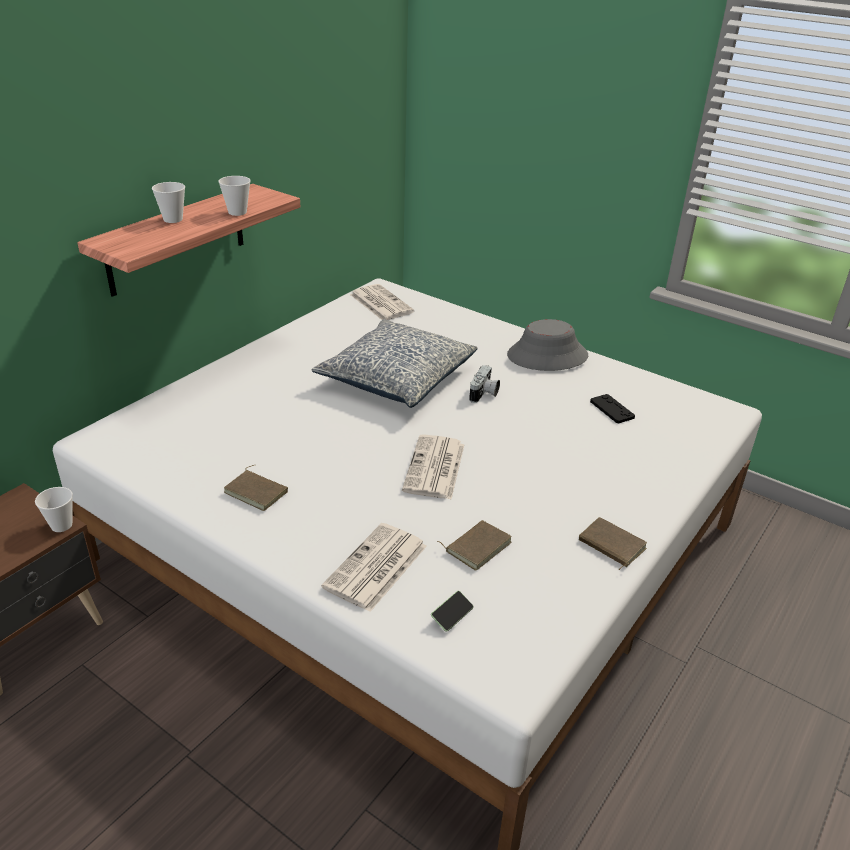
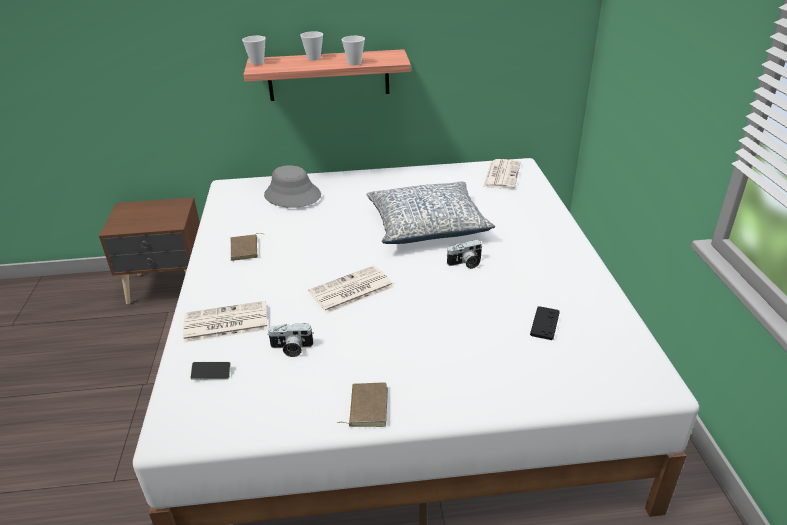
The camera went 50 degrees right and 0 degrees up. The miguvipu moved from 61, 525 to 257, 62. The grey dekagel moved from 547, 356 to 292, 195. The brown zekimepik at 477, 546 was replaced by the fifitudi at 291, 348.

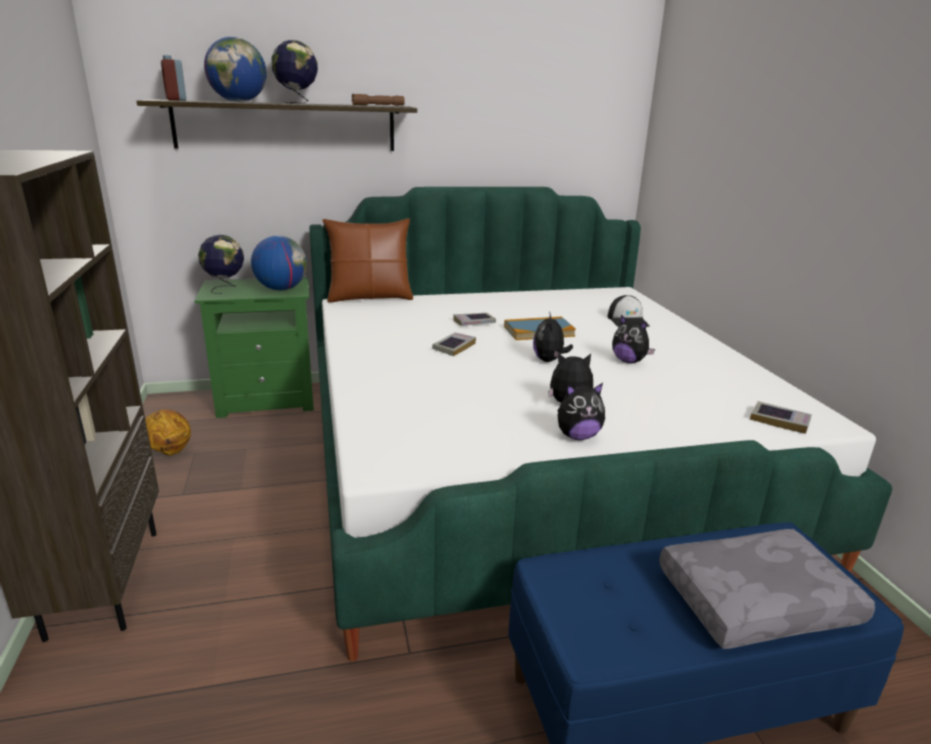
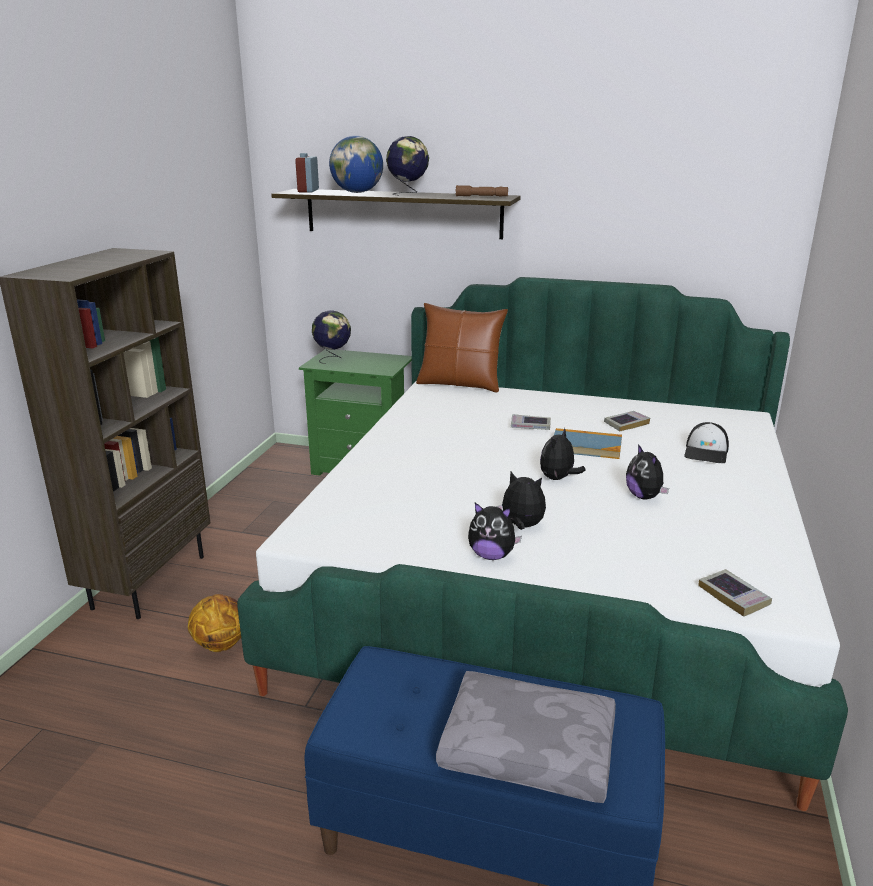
The camera went 30 degrees right and 0 degrees up. The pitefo moved from 169, 451 to 221, 644. The zekimepik moved from 454, 347 to 626, 424. The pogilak at 281, 289 disappeared.

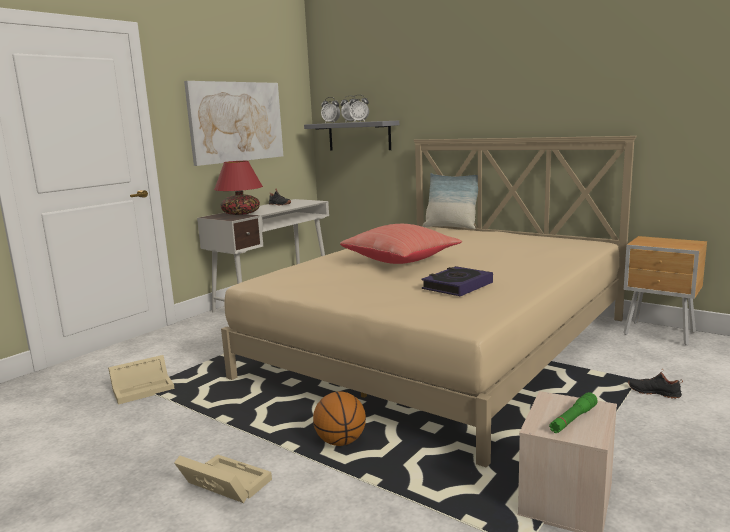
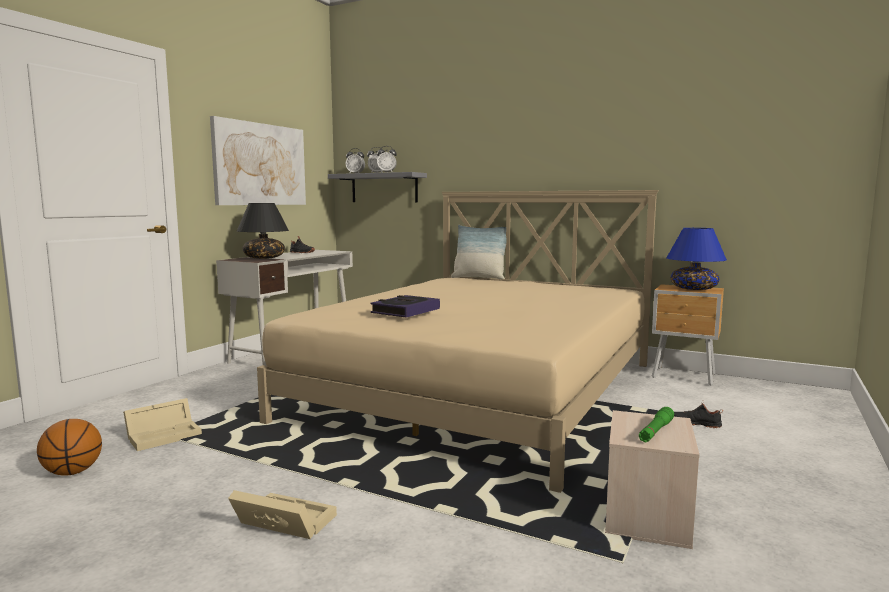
The camera went 10 degrees left and 5 degrees down. The pitefo moved from 341, 441 to 73, 472. The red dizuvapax at 241, 213 became the black dizuvapax at 264, 258. The zekimepik moved from 457, 286 to 405, 311. The blue dizuvapax at 694, 289 appeared. The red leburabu at 401, 261 disappeared.

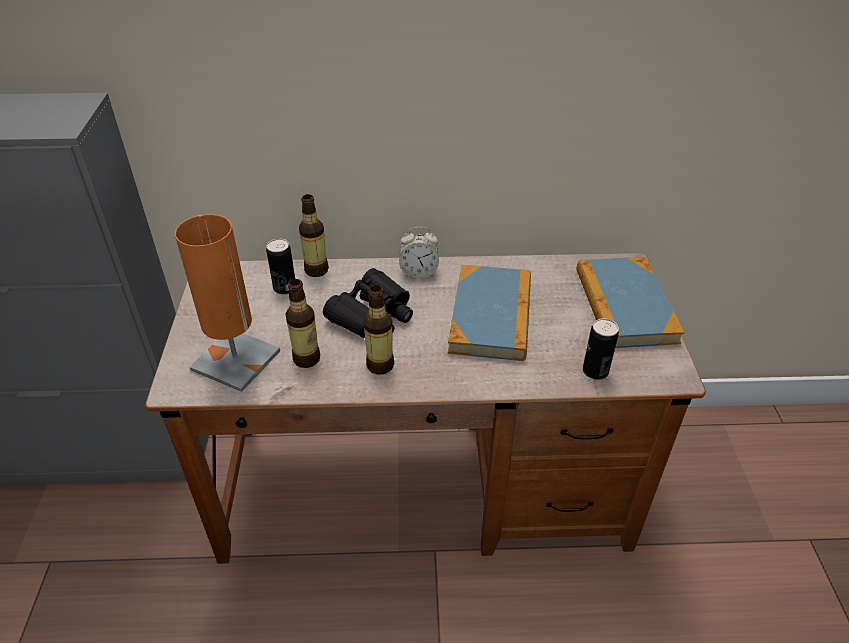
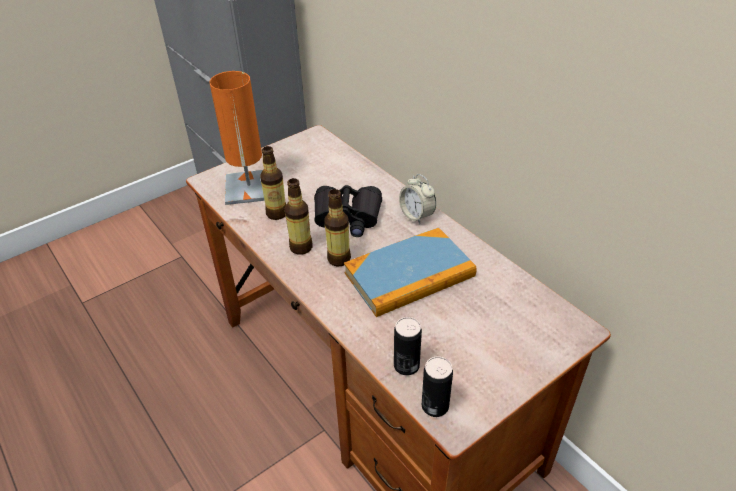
The camera went 55 degrees right and 0 degrees up. The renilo moved from 316, 270 to 339, 259. The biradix moved from 285, 288 to 435, 406. The zekimepik at 625, 306 disappeared.

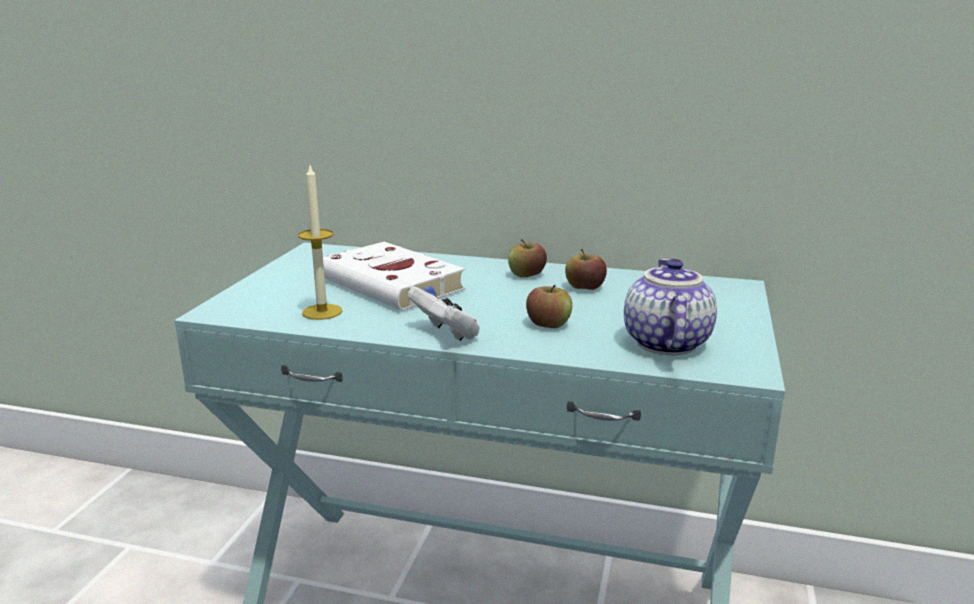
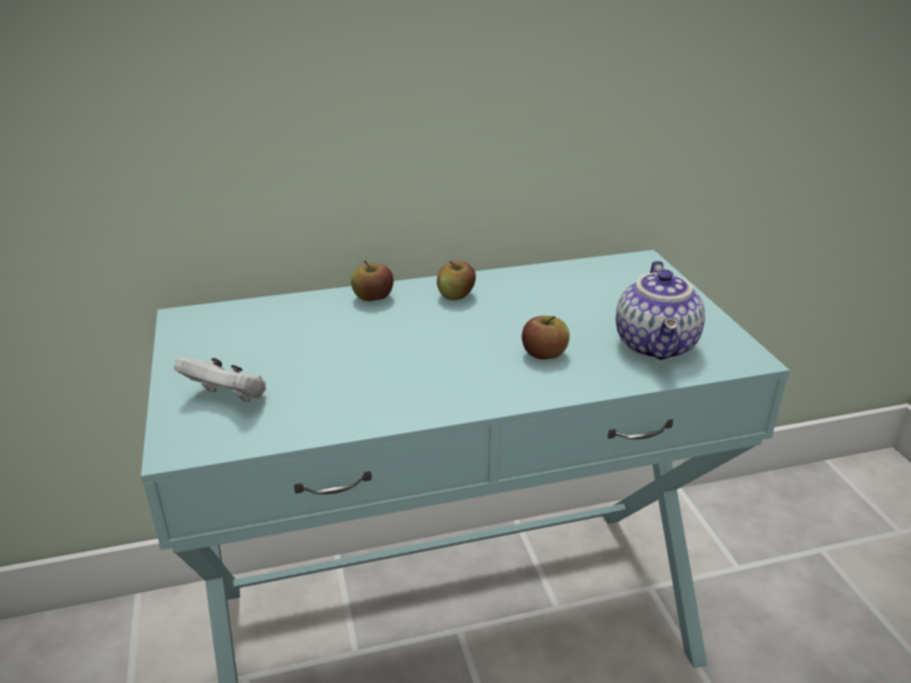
The camera went 30 degrees left and 10 degrees up. The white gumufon moved from 446, 334 to 228, 398. The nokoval moved from 584, 288 to 373, 298. The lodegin at 664, 343 turned 150 degrees counterclockwise. The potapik at 322, 312 disappeared. The white zekimepik at 395, 285 disappeared.

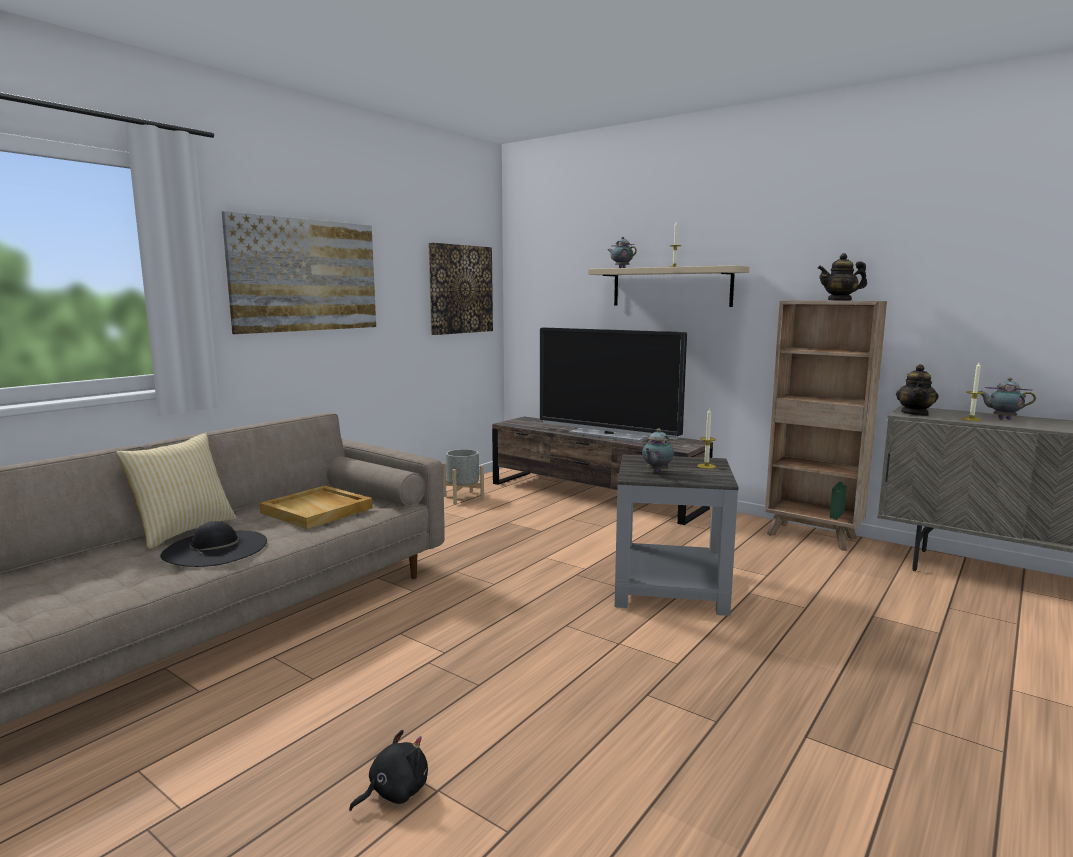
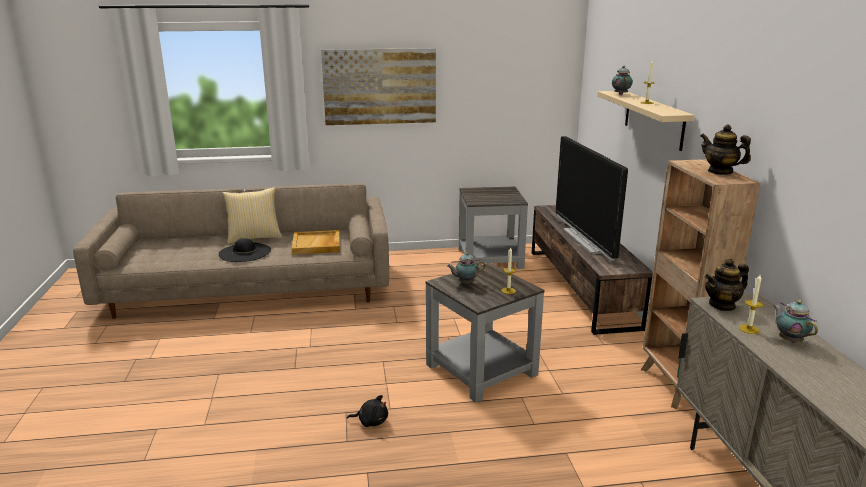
The camera went 45 degrees right and 10 degrees up. The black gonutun moved from 394, 792 to 371, 421. The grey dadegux at 463, 498 was replaced by the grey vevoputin at 490, 258. The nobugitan at 460, 289 disappeared.

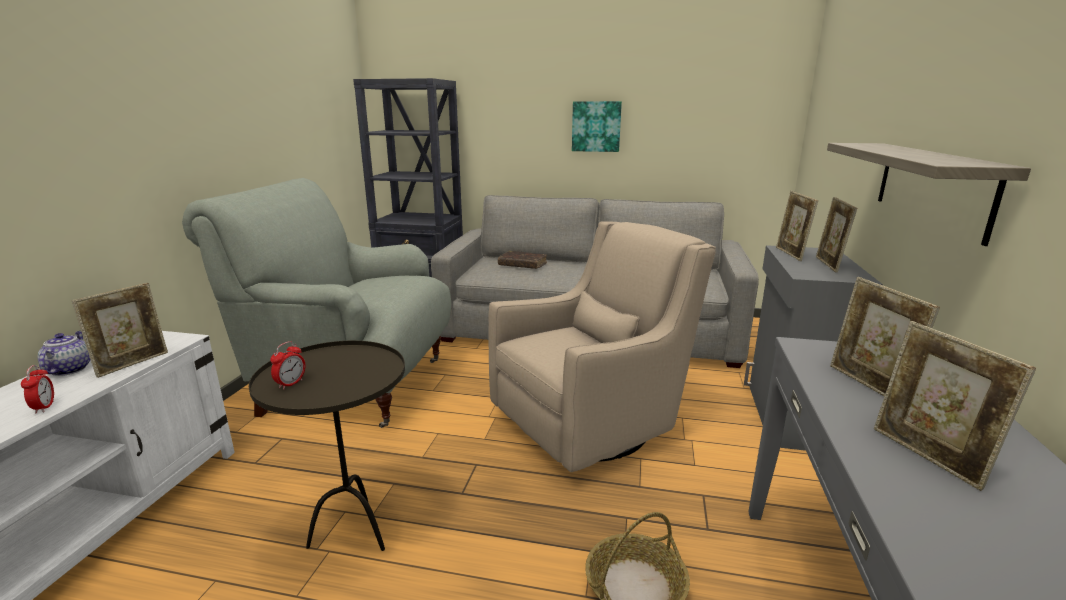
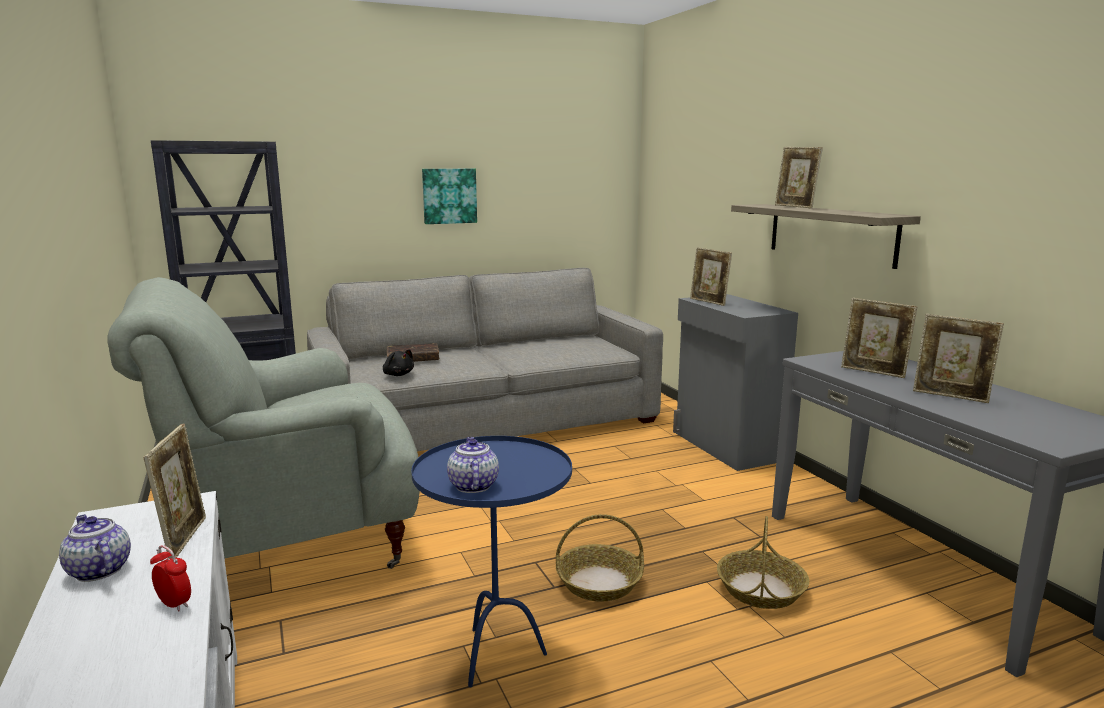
The camera went 35 degrees left and 5 degrees down. The black gonutun at 398, 374 appeared. The brown vevoputin at 353, 531 became the blue vevoputin at 496, 655. The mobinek at 291, 384 was replaced by the lodegin at 472, 485. The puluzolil at 599, 582 appeared. The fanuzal moved from 829, 265 to 795, 207. The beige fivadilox at 593, 424 disappeared.

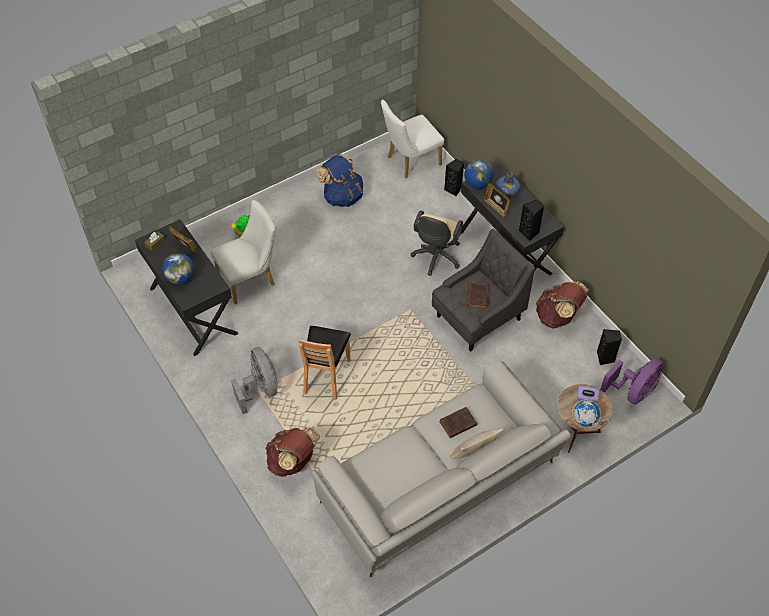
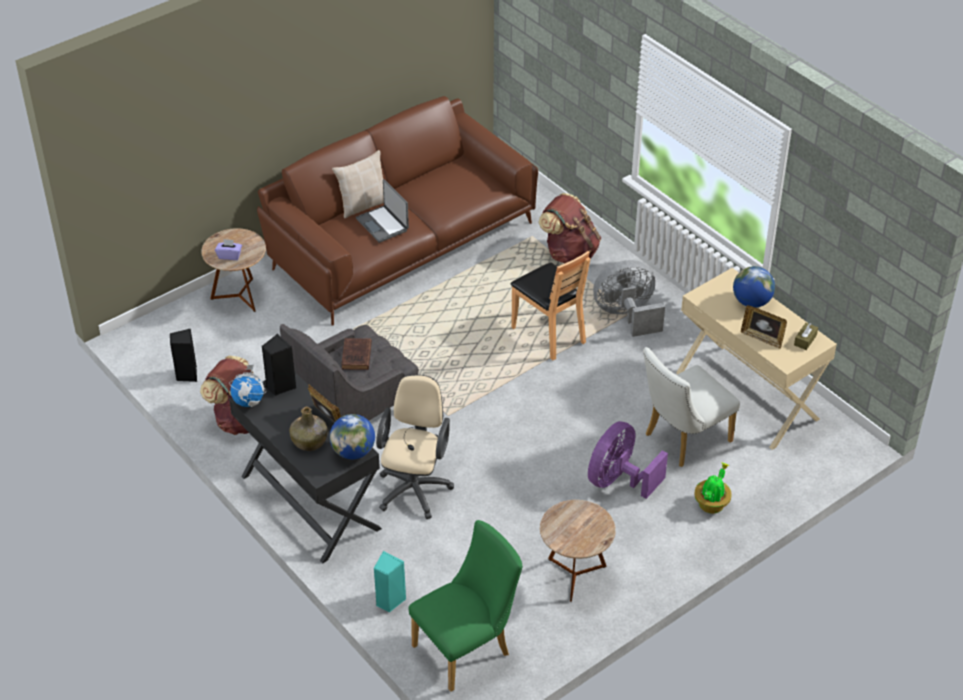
The camera went 175 degrees right and 10 degrees down. The pogilak moved from 584, 420 to 249, 401. The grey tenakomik at 439, 486 became the brown tenakomik at 401, 243. The blue renilo at 506, 193 became the green renilo at 310, 441. The brown zekimepik at 457, 424 was replaced by the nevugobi at 383, 224. The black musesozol at 454, 189 became the turquoise musesozol at 389, 601. The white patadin at 410, 162 became the green patadin at 467, 648. The brown patadin at 326, 376 turned 135 degrees clockwise. The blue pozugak at 342, 196 was replaced by the brown vevoputin at 574, 576. The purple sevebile moved from 633, 392 to 619, 480. The grey sevebile at 260, 389 turned 105 degrees clockwise. The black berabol at 192, 311 became the beige berabol at 748, 395.

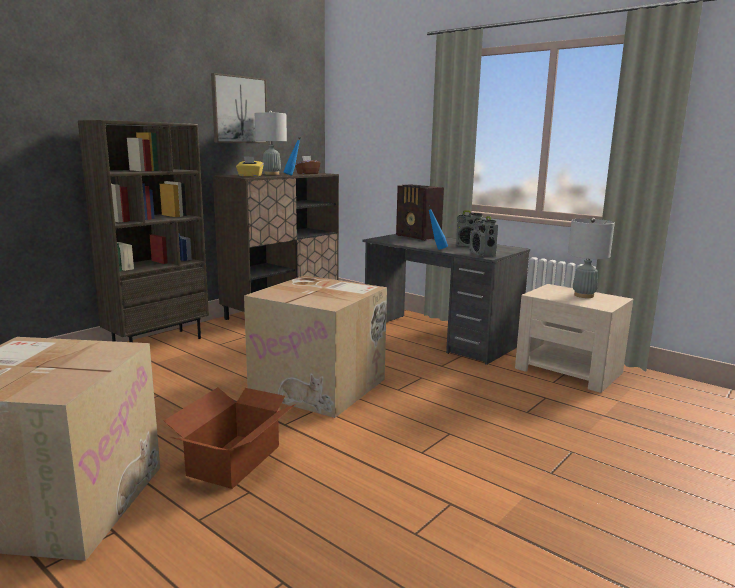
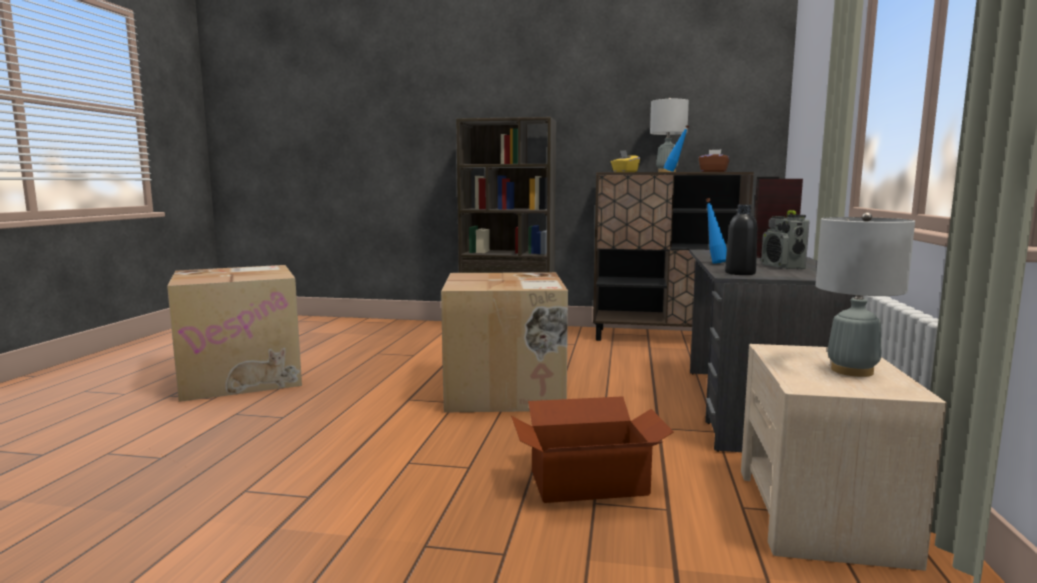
The camera went 60 degrees right and 5 degrees down. The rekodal moved from 236, 460 to 590, 483. The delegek at 482, 254 was replaced by the black renilo at 740, 273. The nobugitan at 239, 110 disappeared.

